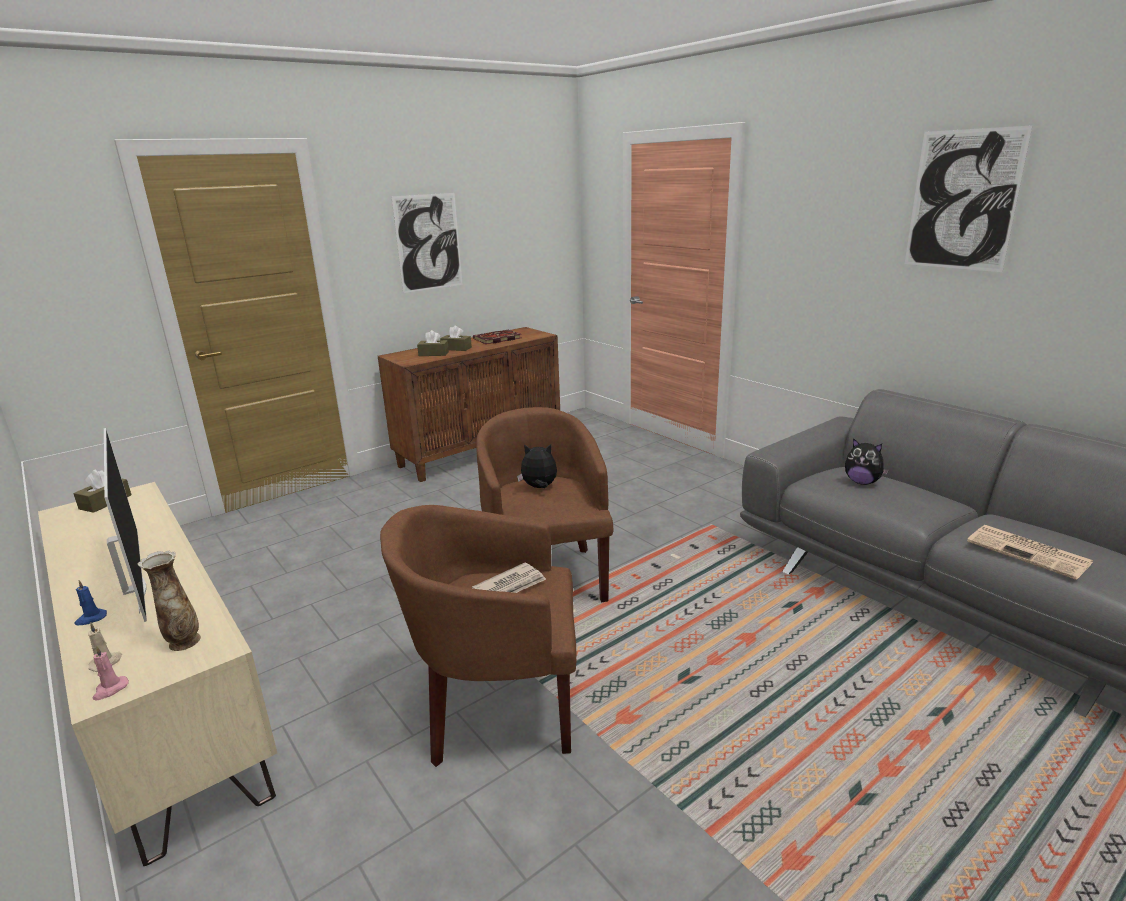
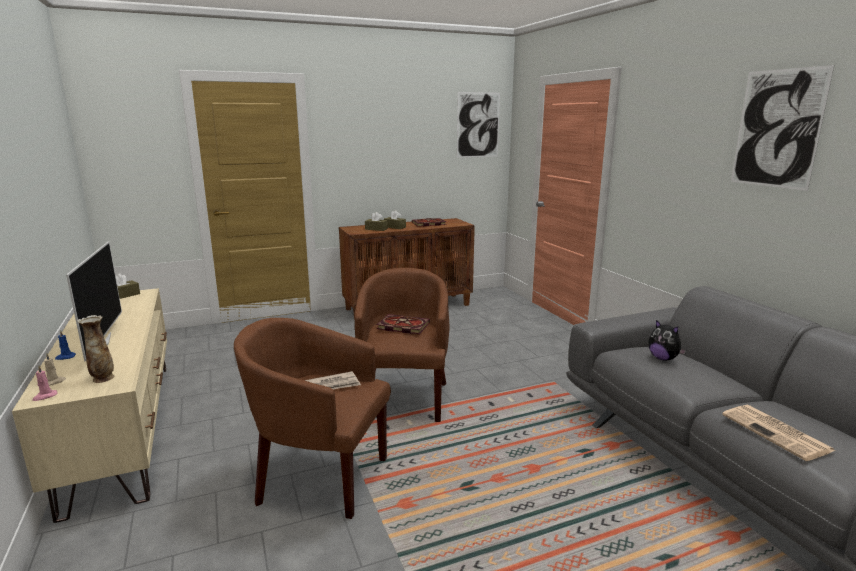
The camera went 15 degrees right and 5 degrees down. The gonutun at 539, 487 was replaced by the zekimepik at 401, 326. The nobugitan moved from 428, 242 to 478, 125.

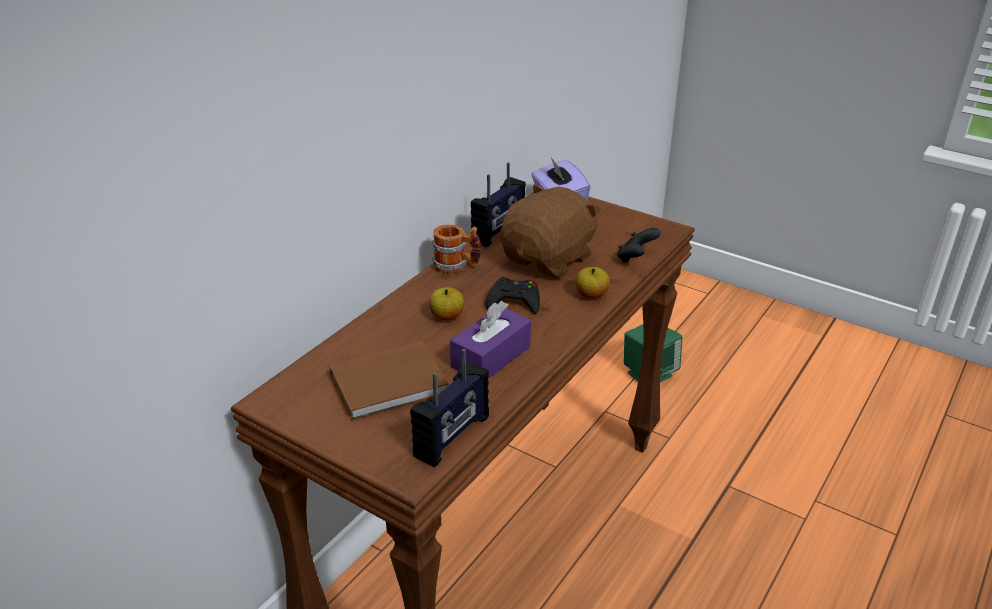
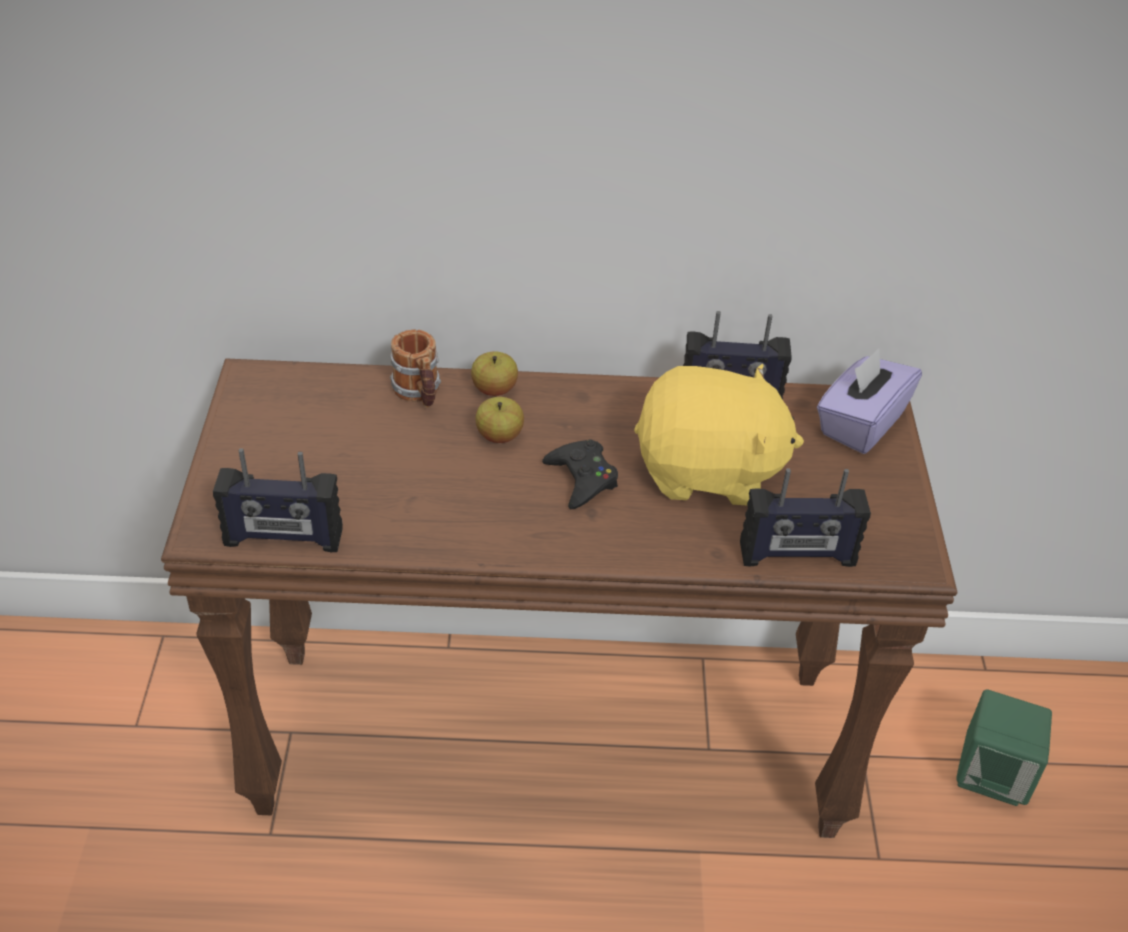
The camera went 55 degrees right and 10 degrees up. The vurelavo moved from 457, 266 to 419, 393. The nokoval moved from 591, 295 to 494, 389. The brown gonutun at 549, 259 became the yellow gonutun at 708, 471. The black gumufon at 635, 258 was replaced by the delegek at 797, 555. The brown zekimepik at 392, 384 disappeared. The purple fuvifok at 491, 357 disappeared.

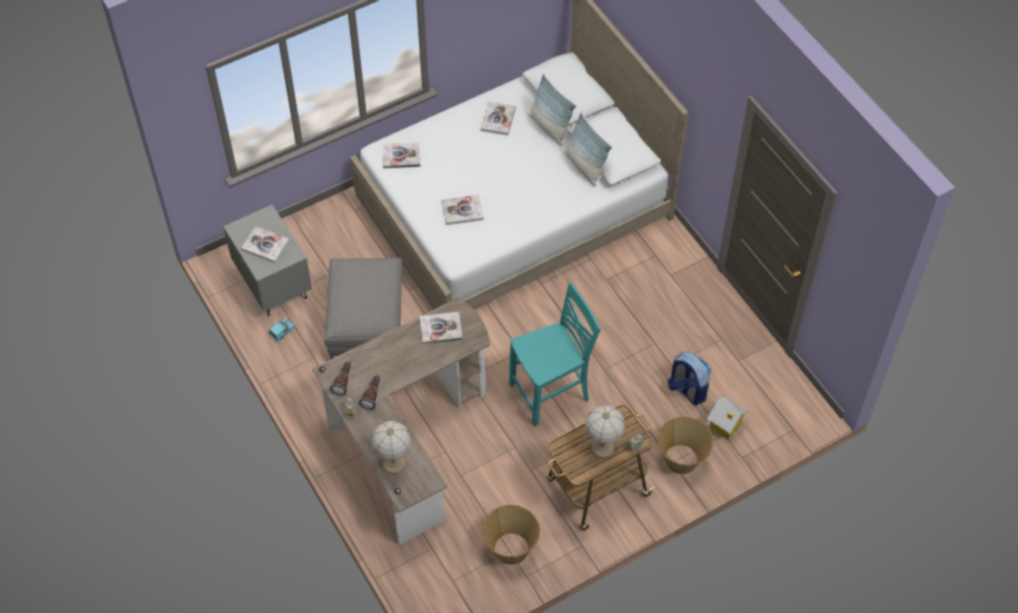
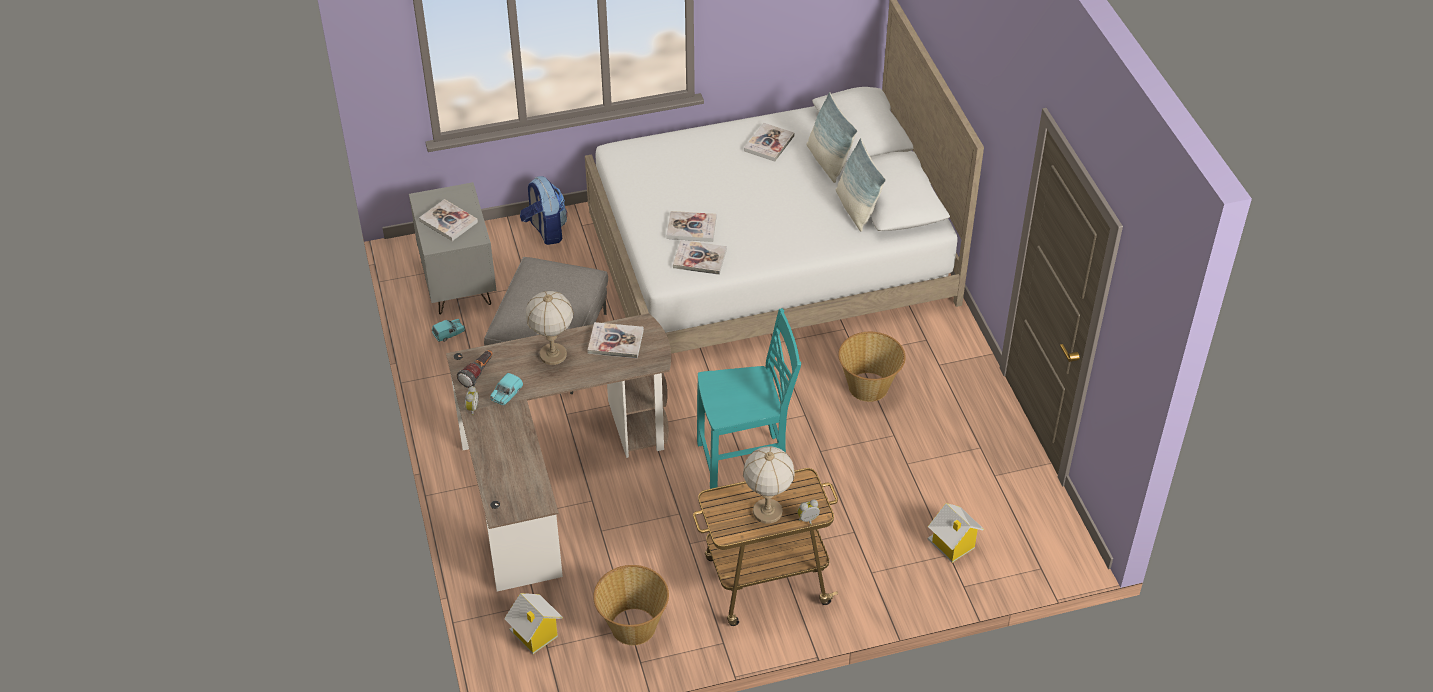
The camera went 15 degrees right and 10 degrees down. The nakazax at 372, 395 was replaced by the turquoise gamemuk at 506, 395. The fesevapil at 534, 635 appeared. The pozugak moved from 687, 390 to 545, 231. The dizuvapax moved from 394, 464 to 553, 355. The zekimepik moved from 401, 156 to 699, 259. The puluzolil moved from 681, 459 to 869, 387.

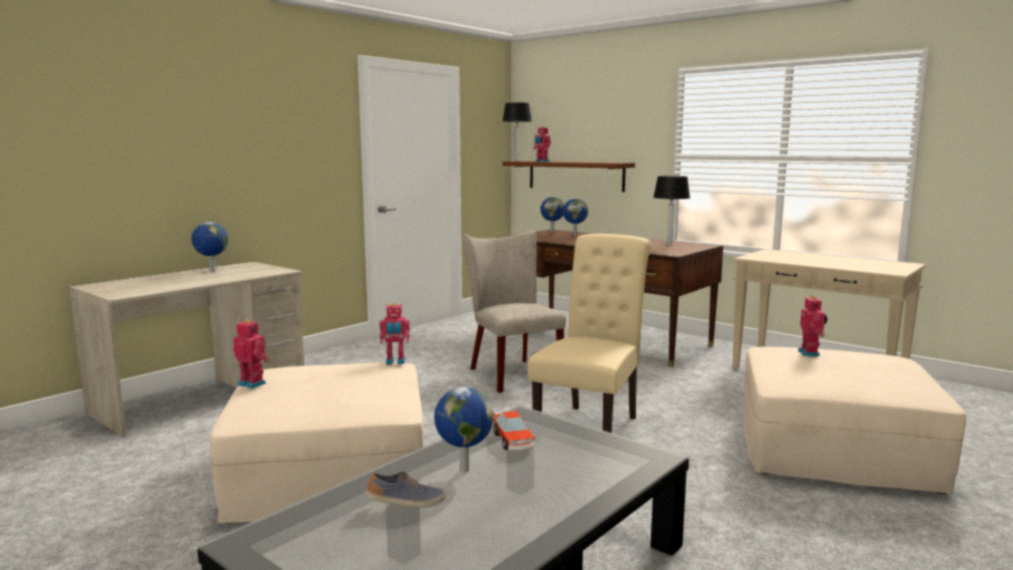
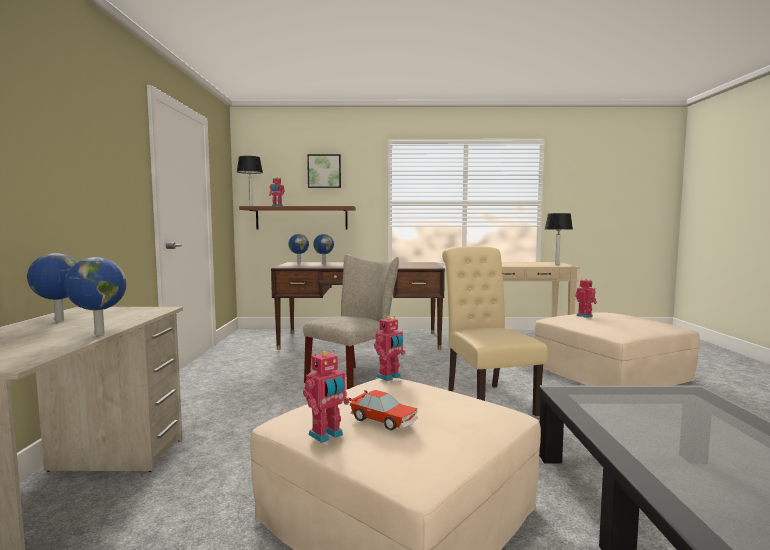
The camera went 40 degrees left and 5 degrees down. The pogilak moved from 463, 470 to 98, 334. The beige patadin at 511, 373 turned 105 degrees clockwise. The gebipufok at 253, 383 turned 150 degrees clockwise. The nobugitan at 324, 171 appeared. The gamemuk moved from 513, 441 to 383, 420. The dizuvapax moved from 669, 244 to 557, 264. The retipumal at 406, 503 disappeared.

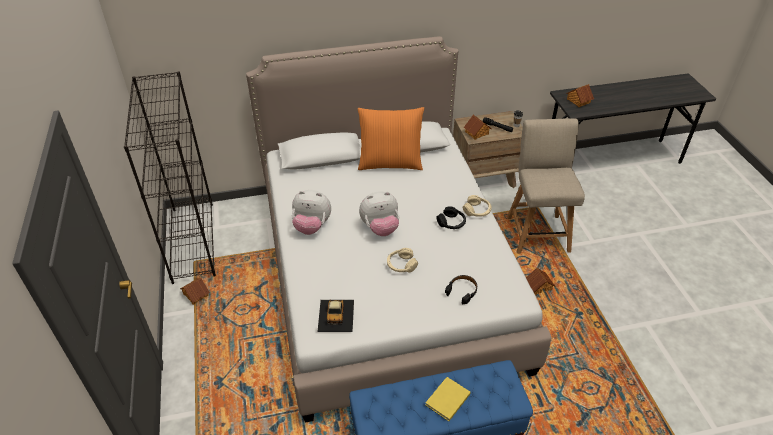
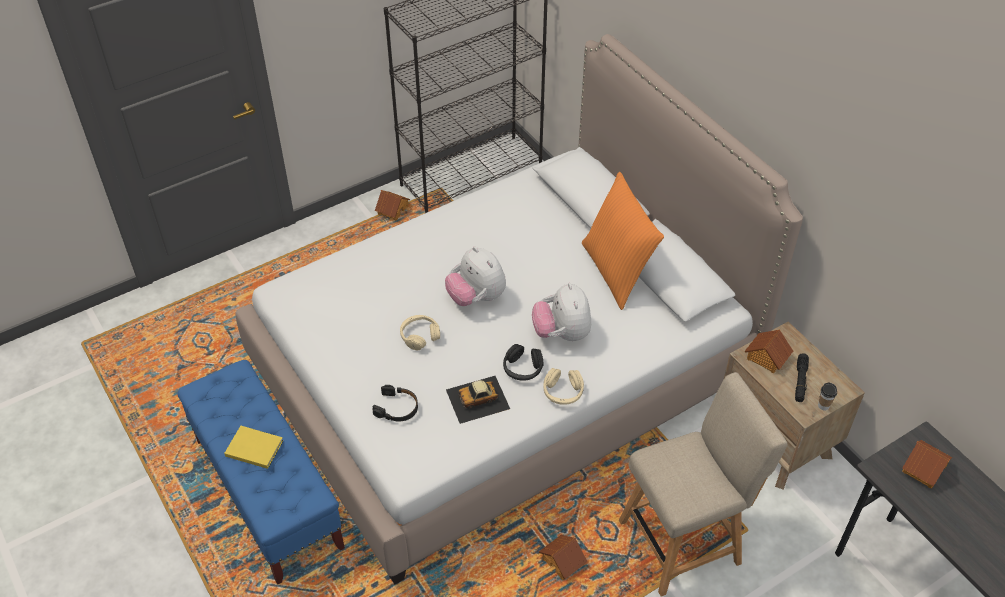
The camera went 70 degrees right and 5 degrees up. The gamemuk moved from 336, 315 to 478, 399. The gonutun moved from 312, 226 to 562, 333.

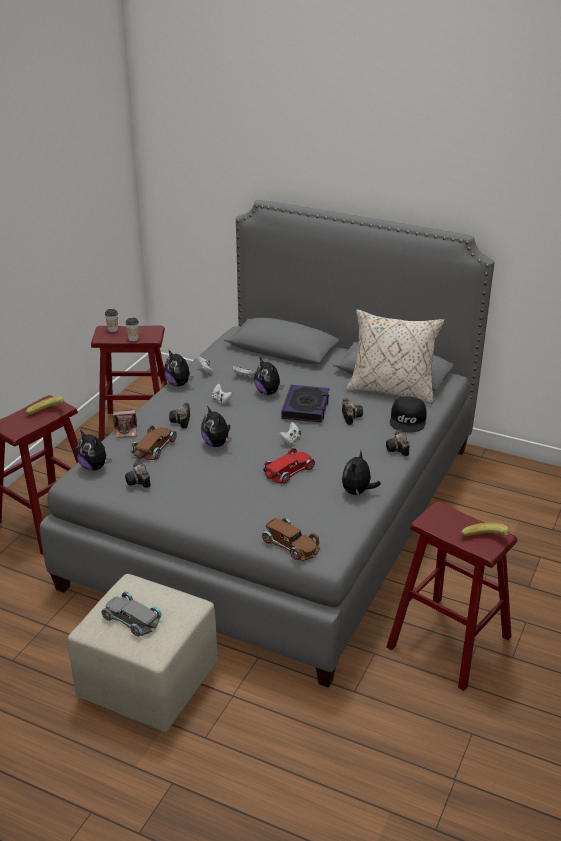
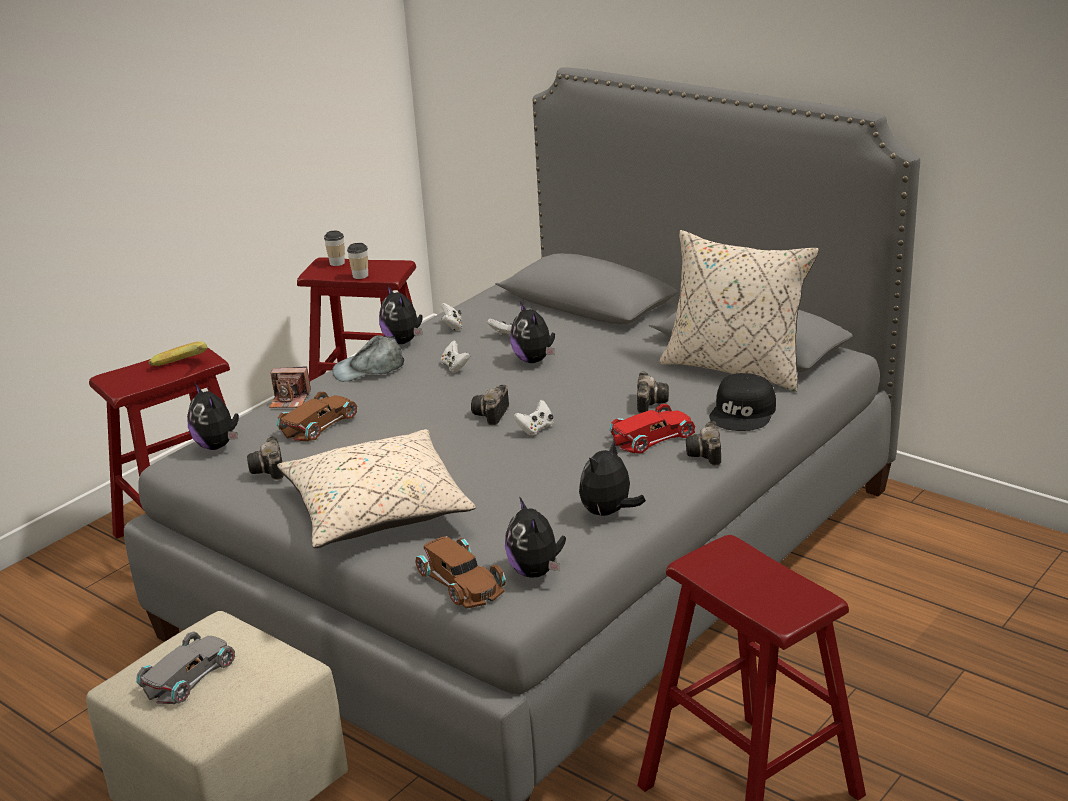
The camera went 15 degrees right and 5 degrees down. The grey gamemuk at 131, 617 turned 75 degrees clockwise. The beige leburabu at 376, 510 appeared. The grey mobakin at 369, 369 appeared. The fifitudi moved from 181, 422 to 491, 415. The gonutun moved from 217, 444 to 536, 572. The red gamemuk moved from 289, 470 to 654, 436. The zekimepik at 306, 407 disappeared. The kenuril at 486, 542 disappeared.

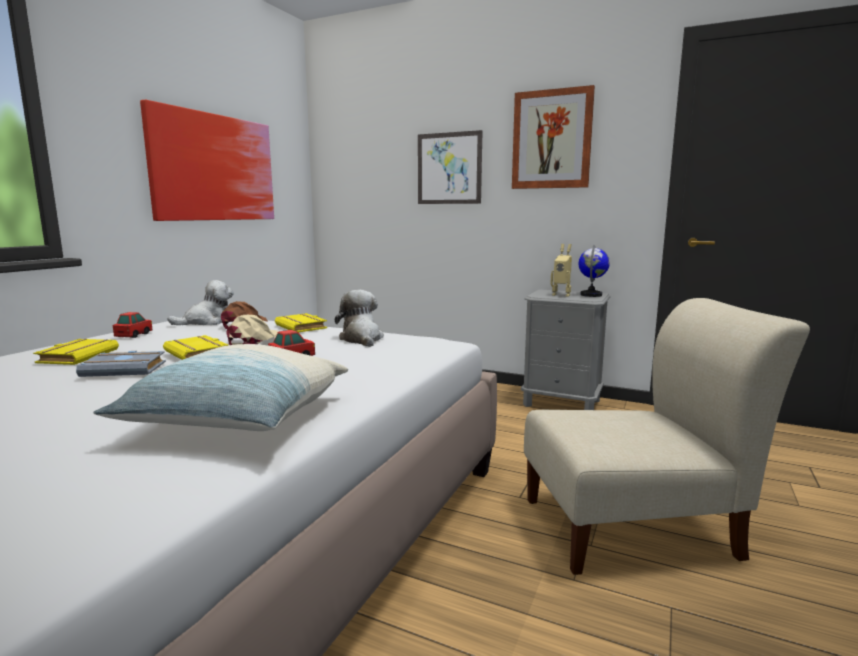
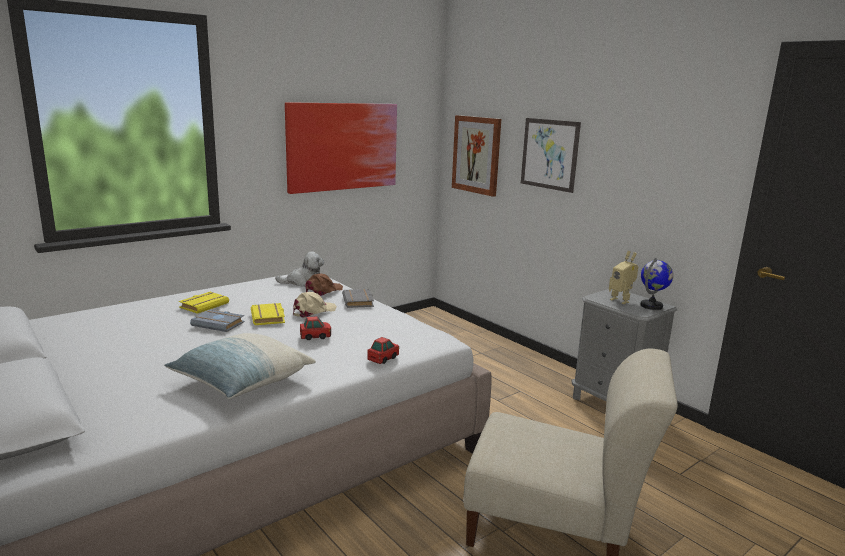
The camera went 25 degrees right and 5 degrees up. The yellow zekimepik at 303, 327 became the grey zekimepik at 359, 302. The gamemuk moved from 134, 335 to 383, 358. The nobugitan moved from 551, 140 to 476, 155. The gonutun at 361, 339 disappeared.

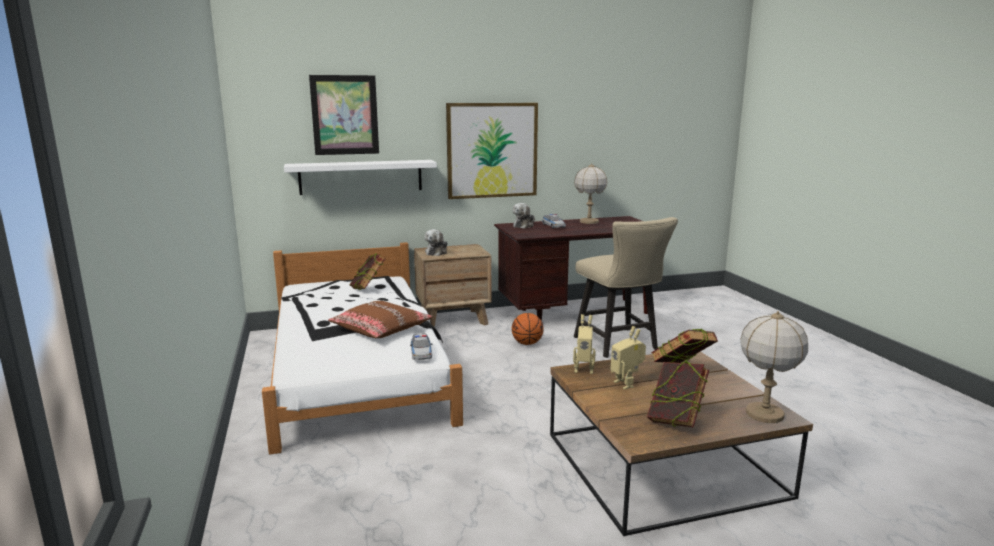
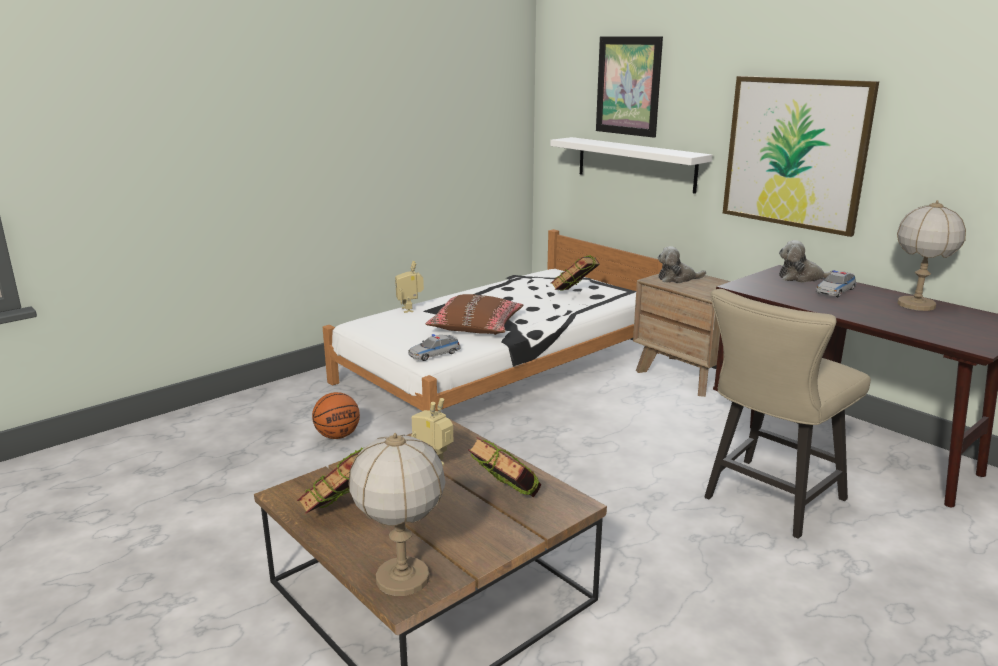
The camera went 65 degrees right and 5 degrees up. The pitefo moved from 527, 343 to 337, 436. The gebipufok moved from 583, 369 to 410, 309.

